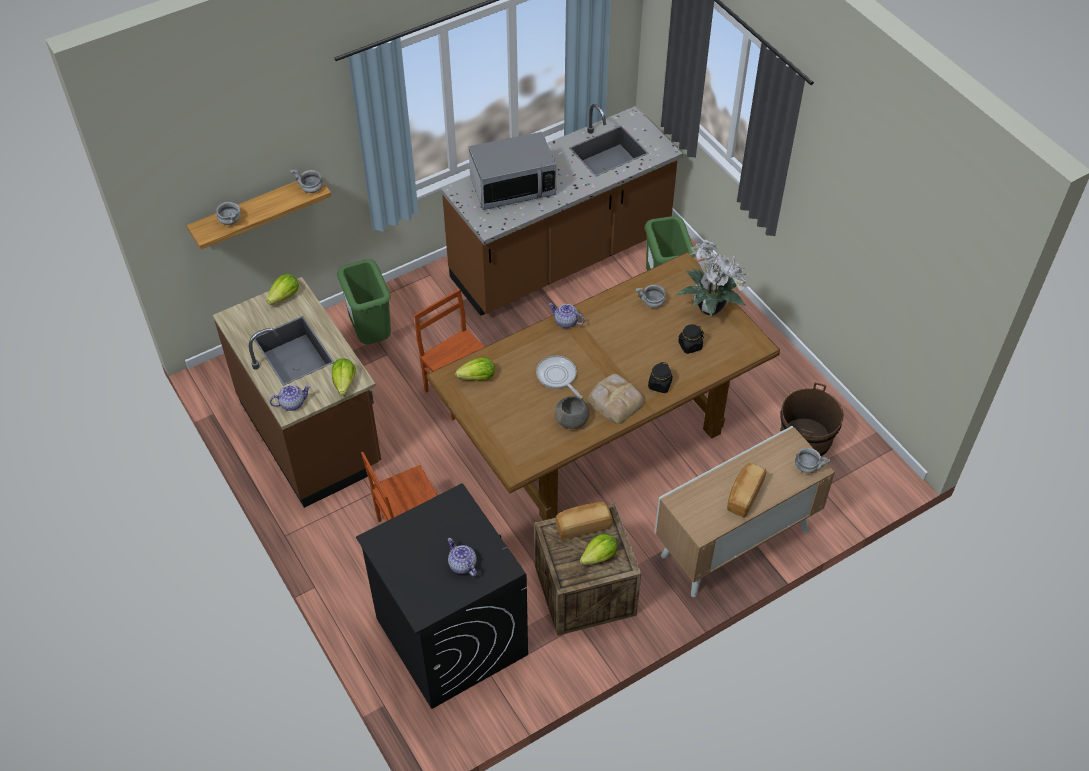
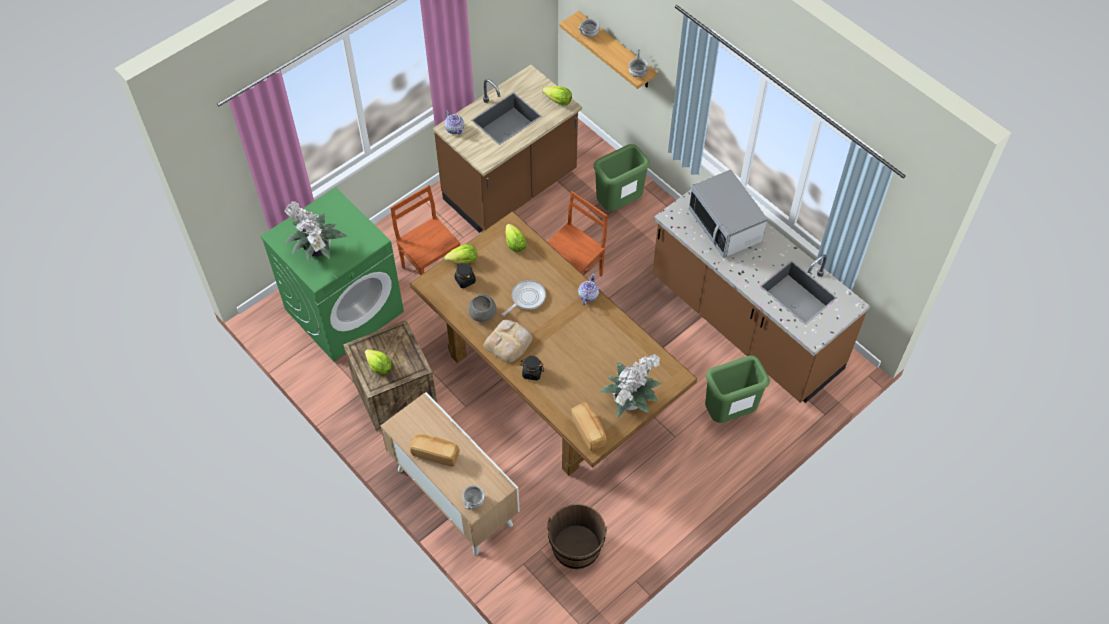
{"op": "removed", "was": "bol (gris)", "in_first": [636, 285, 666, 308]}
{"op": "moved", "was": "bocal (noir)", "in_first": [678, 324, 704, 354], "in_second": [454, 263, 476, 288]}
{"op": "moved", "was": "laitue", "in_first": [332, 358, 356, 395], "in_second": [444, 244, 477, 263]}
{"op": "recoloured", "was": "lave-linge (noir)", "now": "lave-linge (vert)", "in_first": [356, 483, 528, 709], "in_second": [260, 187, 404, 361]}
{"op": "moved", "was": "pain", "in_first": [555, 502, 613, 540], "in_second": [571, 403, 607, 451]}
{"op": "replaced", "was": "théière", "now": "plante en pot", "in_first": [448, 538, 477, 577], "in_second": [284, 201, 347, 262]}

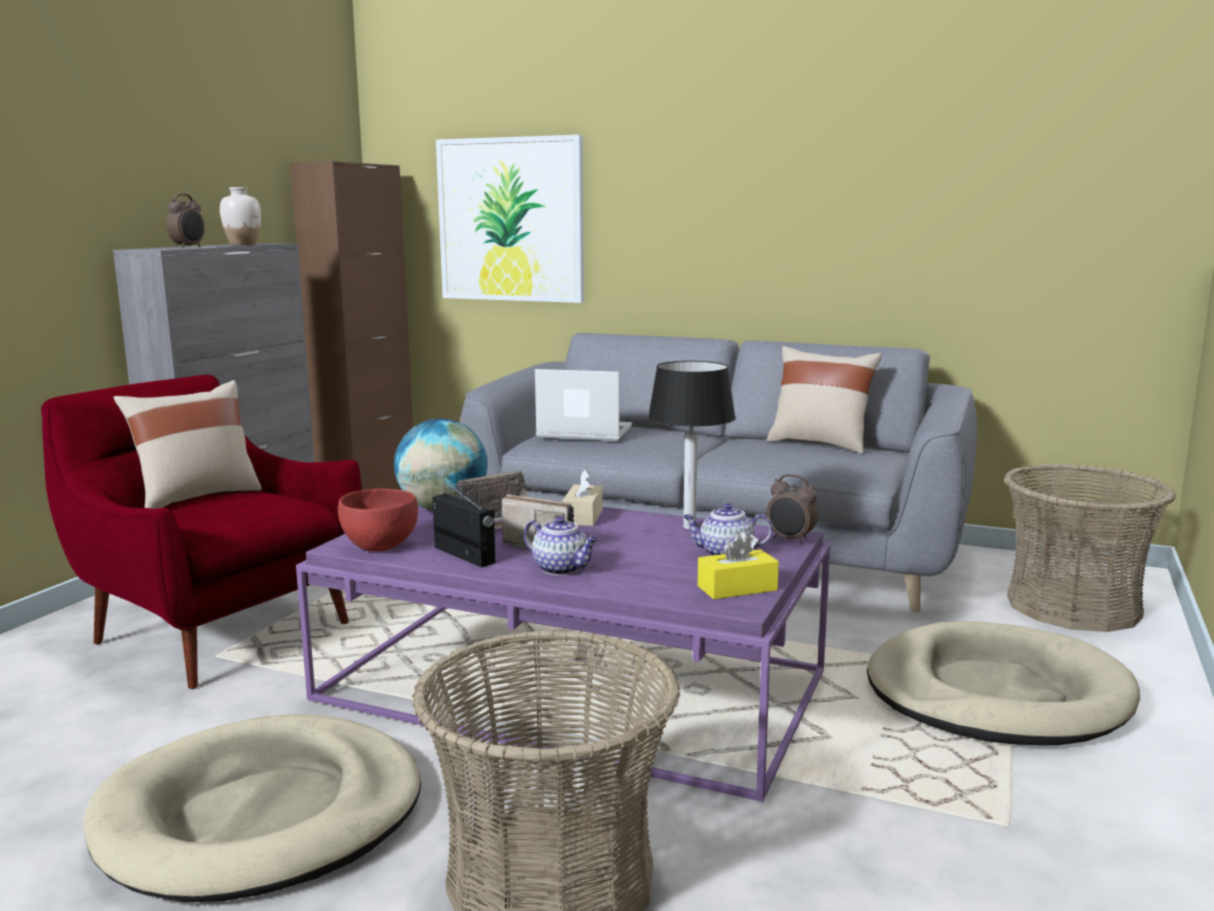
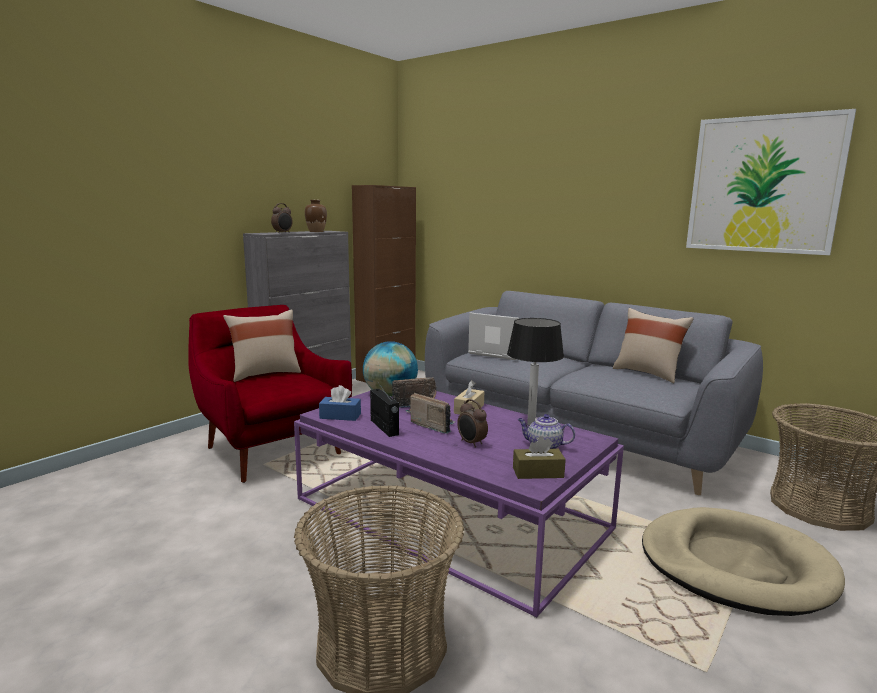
{"op": "moved", "was": "tableau", "in_first": [436, 135, 584, 303], "in_second": [686, 109, 856, 255]}
{"op": "recoloured", "was": "vase (blanc)", "now": "vase (marron)", "in_first": [220, 187, 261, 245], "in_second": [305, 200, 327, 232]}
{"op": "moved", "was": "réveil", "in_first": [766, 474, 818, 545], "in_second": [457, 399, 488, 448]}
{"op": "replaced", "was": "bol (rouge)", "now": "boîte à mouchoirs (bleu)", "in_first": [338, 489, 418, 552], "in_second": [319, 385, 361, 421]}
{"op": "removed", "was": "théière", "in_first": [524, 516, 598, 575]}
{"op": "recoloured", "was": "boîte à mouchoirs (jaune)", "now": "boîte à mouchoirs (marron)", "in_first": [698, 531, 779, 599], "in_second": [513, 436, 566, 479]}
{"op": "removed", "was": "panier pour chien (beige)", "in_first": [83, 714, 421, 902]}

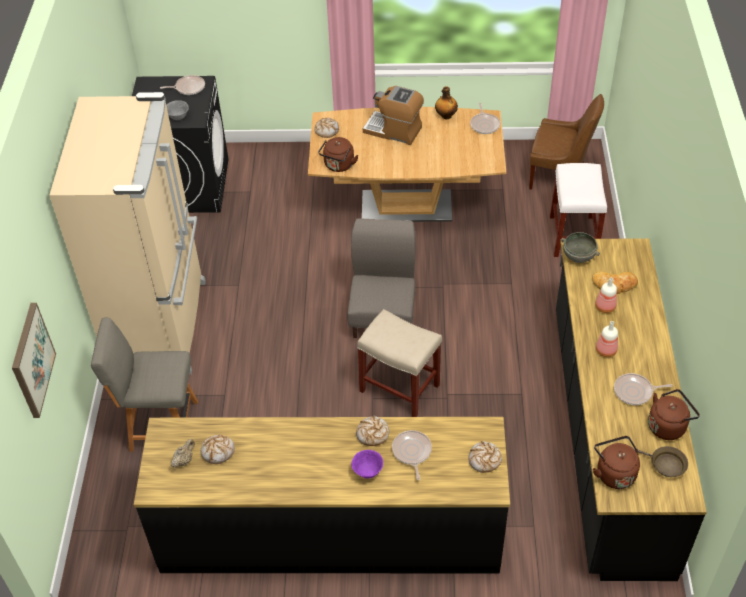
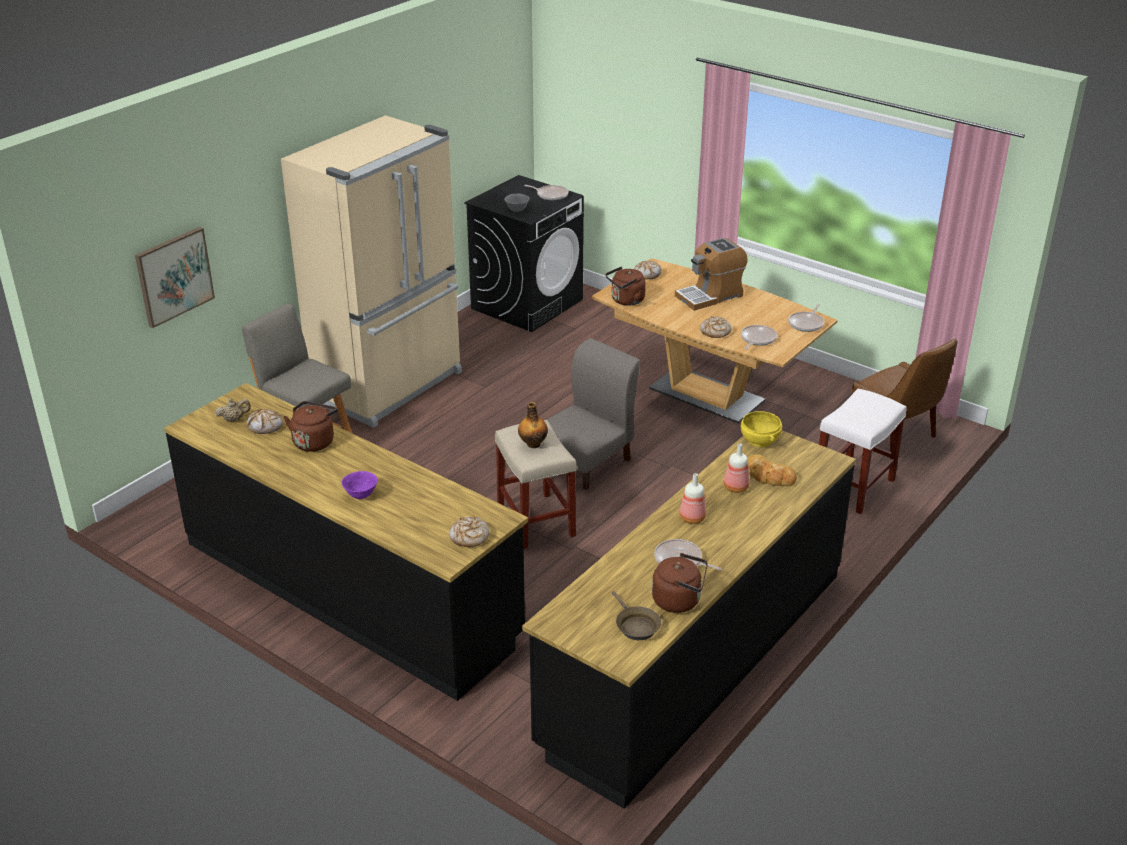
{"op": "turned", "was": "machine à café", "in_first": [363, 86, 424, 145], "in_second": [675, 238, 748, 311], "clockwise": -90}
{"op": "moved", "was": "bouteille", "in_first": [435, 86, 458, 120], "in_second": [518, 402, 548, 448]}
{"op": "recoloured", "was": "bol (gris)", "now": "bol (jaune)", "in_first": [561, 232, 600, 263], "in_second": [741, 411, 782, 447]}
{"op": "moved", "was": "pain", "in_first": [356, 416, 389, 446], "in_second": [700, 316, 731, 338]}
{"op": "moved", "was": "poêle", "in_first": [392, 430, 432, 480], "in_second": [741, 325, 777, 350]}
{"op": "moved", "was": "bouilloire (marron)", "in_first": [593, 436, 640, 489], "in_second": [284, 401, 338, 452]}

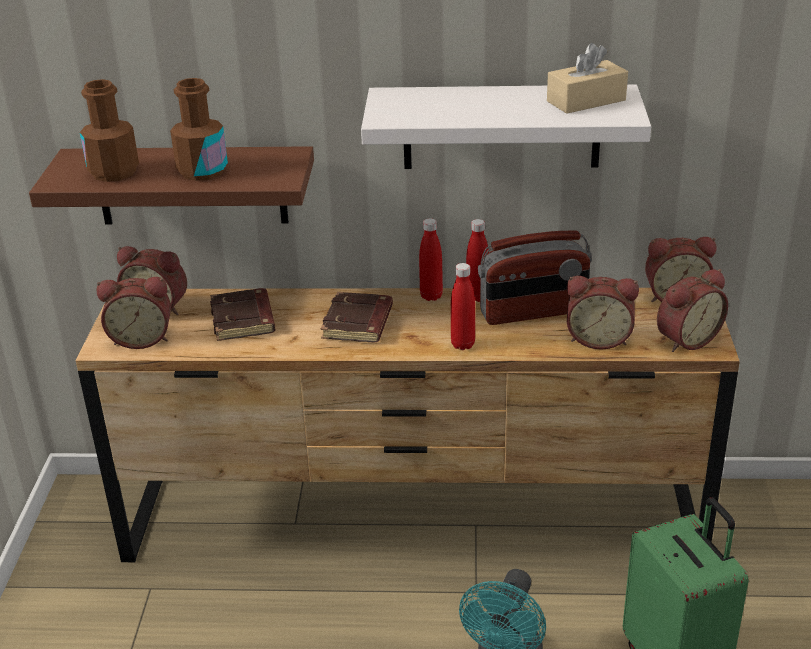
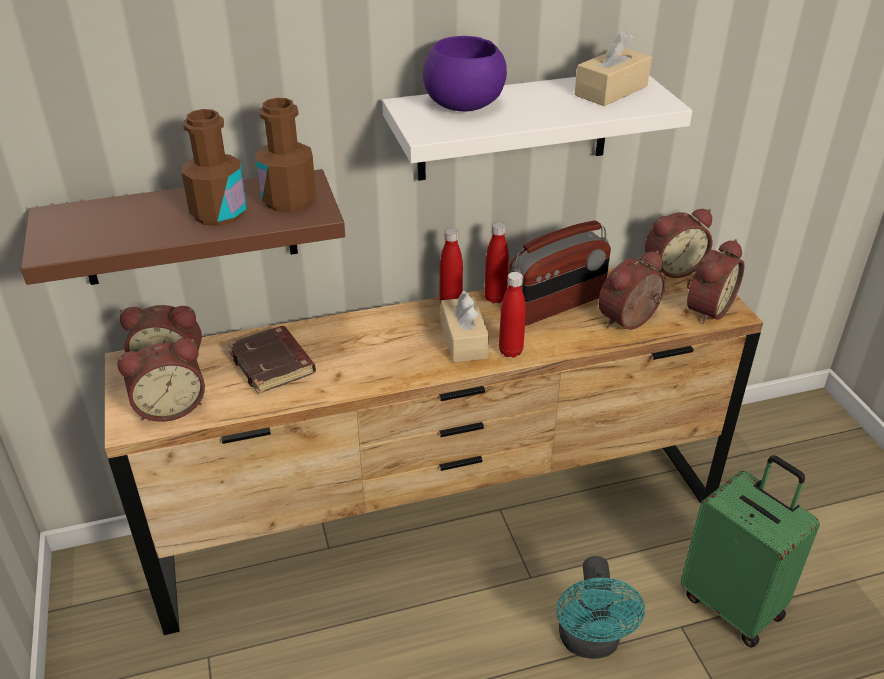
{"op": "moved", "was": "bouteille (marron)", "in_first": [80, 79, 139, 182], "in_second": [255, 98, 316, 212]}
{"op": "turned", "was": "réveil", "in_first": [567, 276, 639, 350], "in_second": [598, 250, 665, 330], "clockwise": 150}
{"op": "removed", "was": "livre (marron)", "in_first": [321, 292, 393, 343]}
{"op": "added", "now": "bol (violet)", "in_second": [423, 36, 507, 112]}
{"op": "added", "now": "boîte à mouchoirs (beige)", "in_second": [441, 291, 489, 363]}

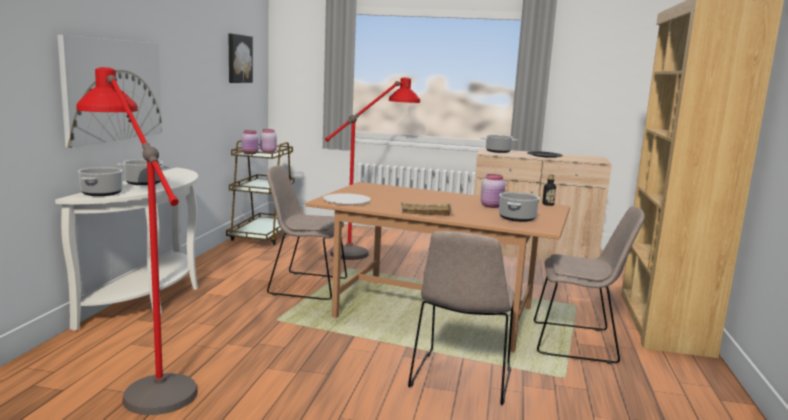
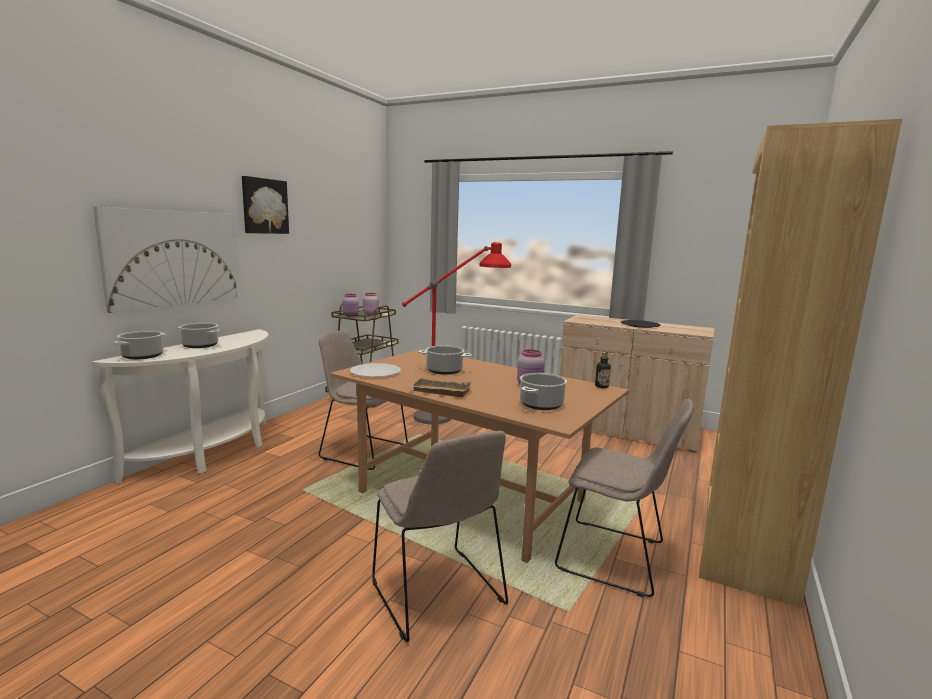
{"op": "moved", "was": "tableau", "in_first": [228, 34, 253, 83], "in_second": [242, 176, 289, 234]}
{"op": "removed", "was": "lampadaire (rouge)", "in_first": [76, 67, 198, 415]}
{"op": "moved", "was": "marmite", "in_first": [481, 135, 518, 153], "in_second": [419, 345, 472, 375]}
{"op": "turned", "was": "chaise (beige)", "in_first": [408, 231, 514, 405], "in_second": [372, 431, 508, 642], "clockwise": -60}

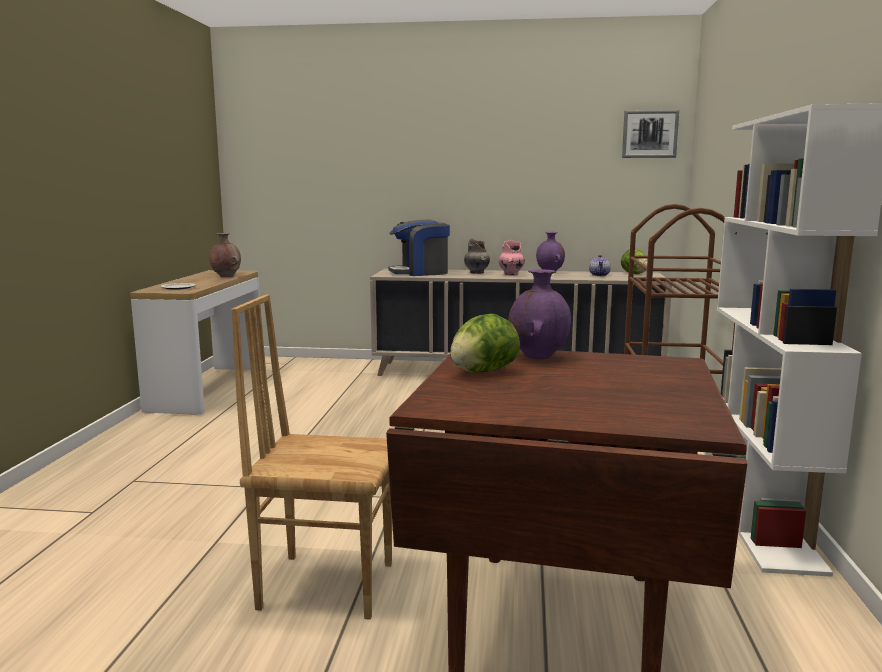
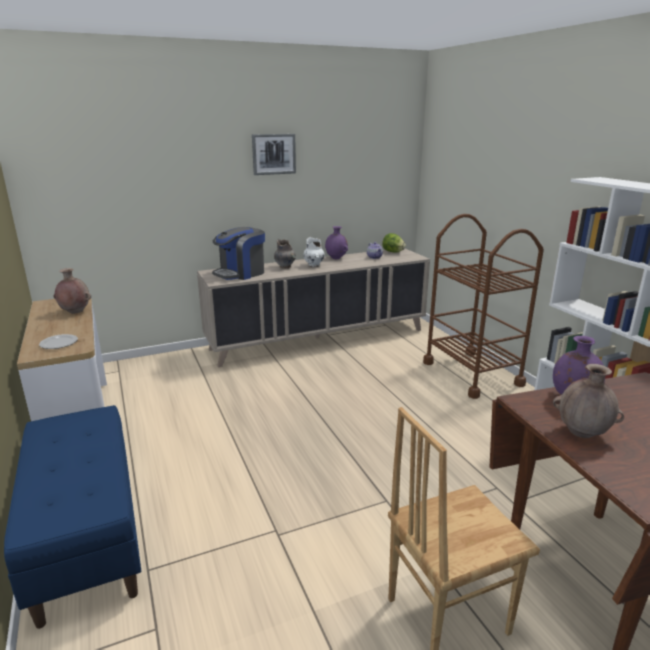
{"op": "moved", "was": "tableau", "in_first": [622, 110, 679, 158], "in_second": [252, 134, 296, 175]}
{"op": "recoloured", "was": "vase (rose)", "now": "vase (blanc)", "in_first": [498, 239, 525, 275], "in_second": [303, 237, 325, 267]}
{"op": "replaced", "was": "laitue", "now": "vase (marron)", "in_first": [450, 314, 520, 373], "in_second": [553, 364, 624, 438]}
{"op": "added", "now": "banc (bleu)", "in_second": [4, 405, 141, 629]}

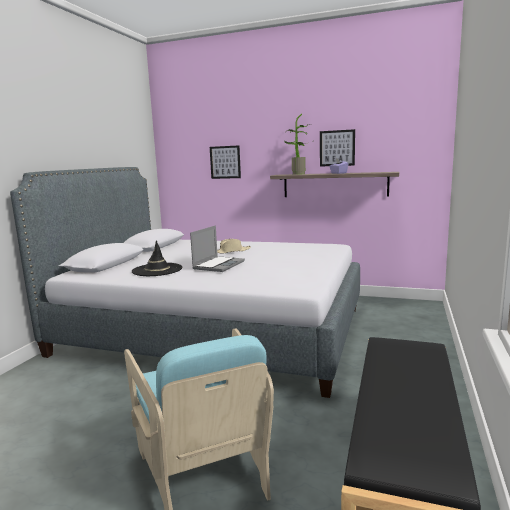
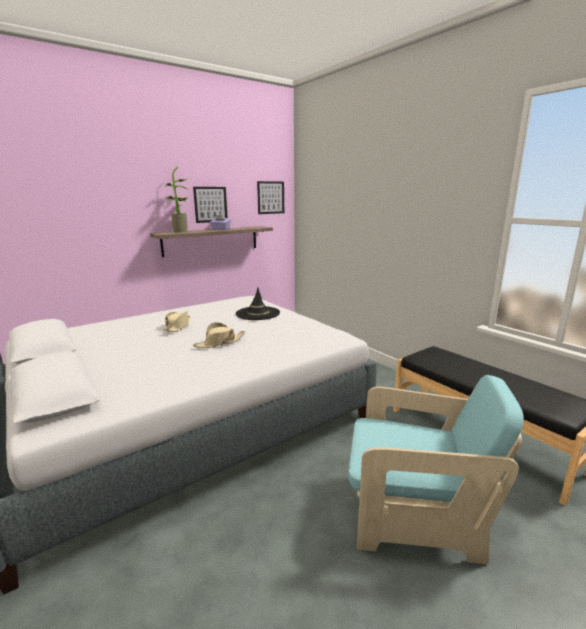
{"op": "moved", "was": "tableau", "in_first": [210, 145, 241, 179], "in_second": [257, 181, 284, 214]}
{"op": "replaced", "was": "ordinateur portable", "now": "chapeau (beige)", "in_first": [190, 225, 245, 272], "in_second": [193, 322, 245, 348]}
{"op": "moved", "was": "chapeau (noir)", "in_first": [132, 240, 182, 276], "in_second": [236, 288, 280, 320]}

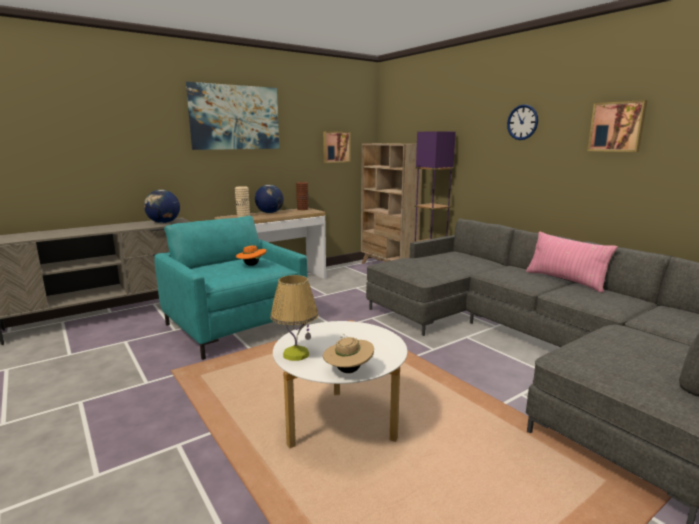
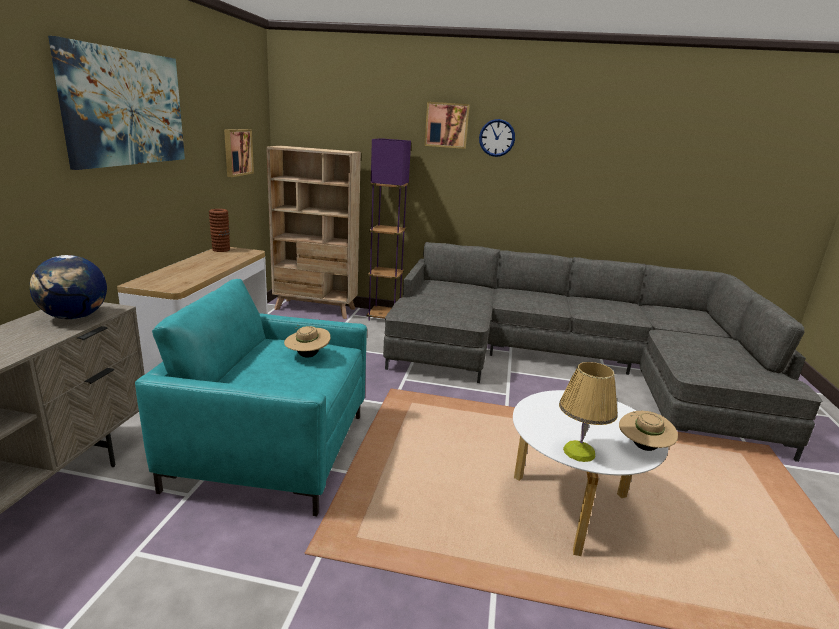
{"op": "moved", "was": "tableau", "in_first": [587, 100, 648, 152], "in_second": [424, 102, 470, 149]}
{"op": "removed", "was": "globe", "in_first": [255, 185, 284, 213]}
{"op": "removed", "was": "vase (beige)", "in_first": [235, 186, 250, 217]}
{"op": "removed", "was": "coussin (rose)", "in_first": [526, 231, 617, 293]}
{"op": "recoloured", "was": "chapeau (orange)", "now": "chapeau (beige)", "in_first": [236, 244, 266, 266], "in_second": [284, 325, 331, 358]}

